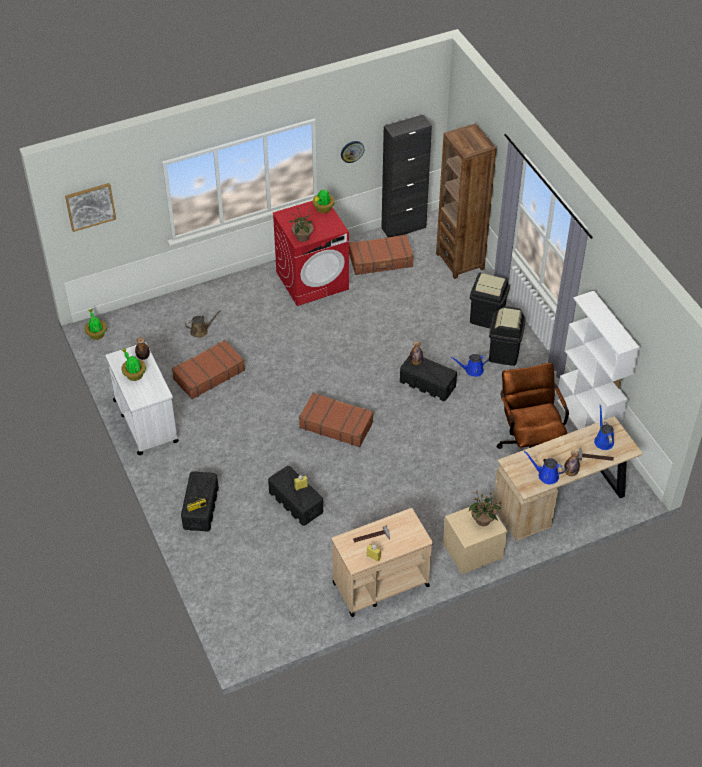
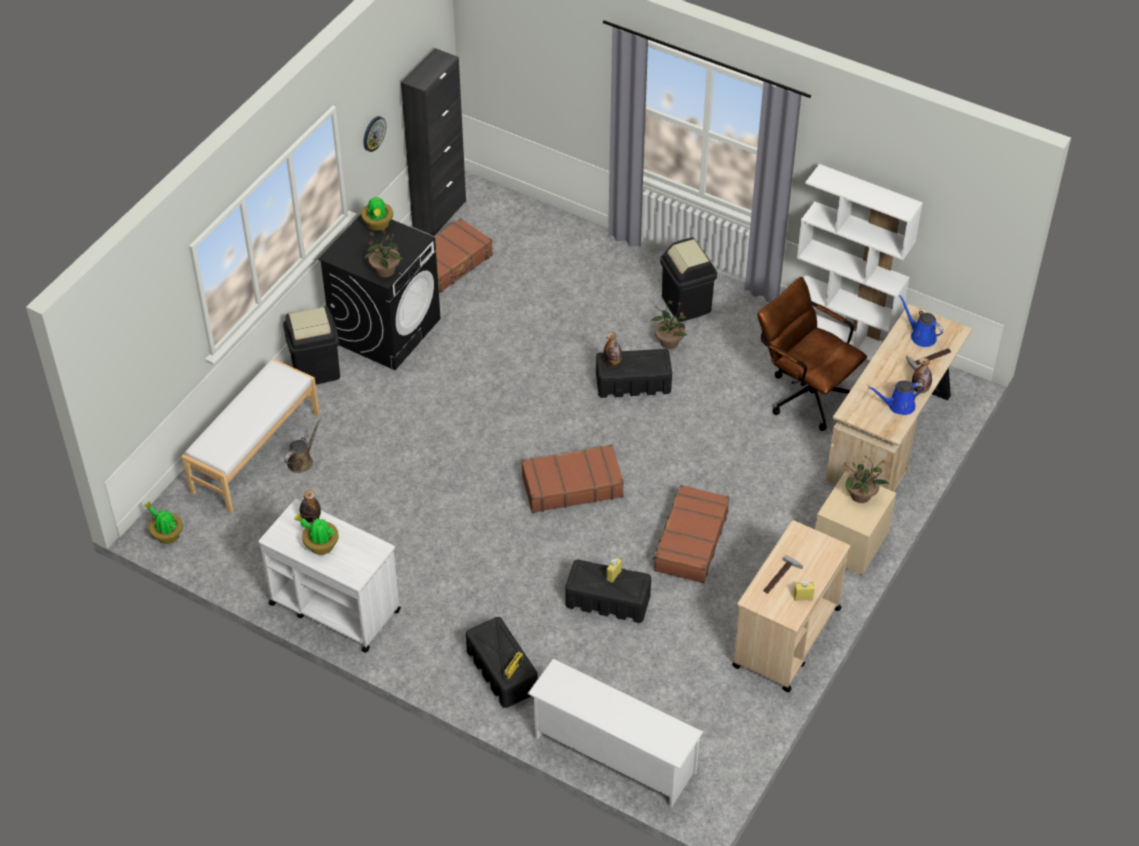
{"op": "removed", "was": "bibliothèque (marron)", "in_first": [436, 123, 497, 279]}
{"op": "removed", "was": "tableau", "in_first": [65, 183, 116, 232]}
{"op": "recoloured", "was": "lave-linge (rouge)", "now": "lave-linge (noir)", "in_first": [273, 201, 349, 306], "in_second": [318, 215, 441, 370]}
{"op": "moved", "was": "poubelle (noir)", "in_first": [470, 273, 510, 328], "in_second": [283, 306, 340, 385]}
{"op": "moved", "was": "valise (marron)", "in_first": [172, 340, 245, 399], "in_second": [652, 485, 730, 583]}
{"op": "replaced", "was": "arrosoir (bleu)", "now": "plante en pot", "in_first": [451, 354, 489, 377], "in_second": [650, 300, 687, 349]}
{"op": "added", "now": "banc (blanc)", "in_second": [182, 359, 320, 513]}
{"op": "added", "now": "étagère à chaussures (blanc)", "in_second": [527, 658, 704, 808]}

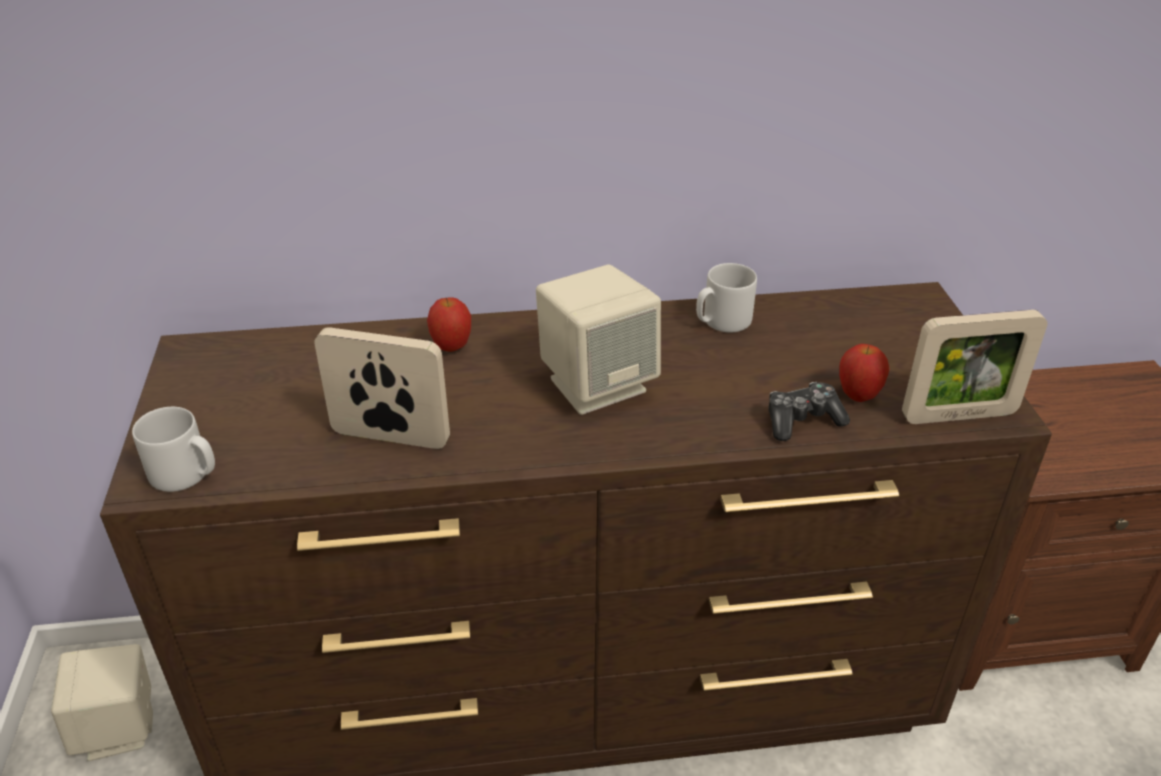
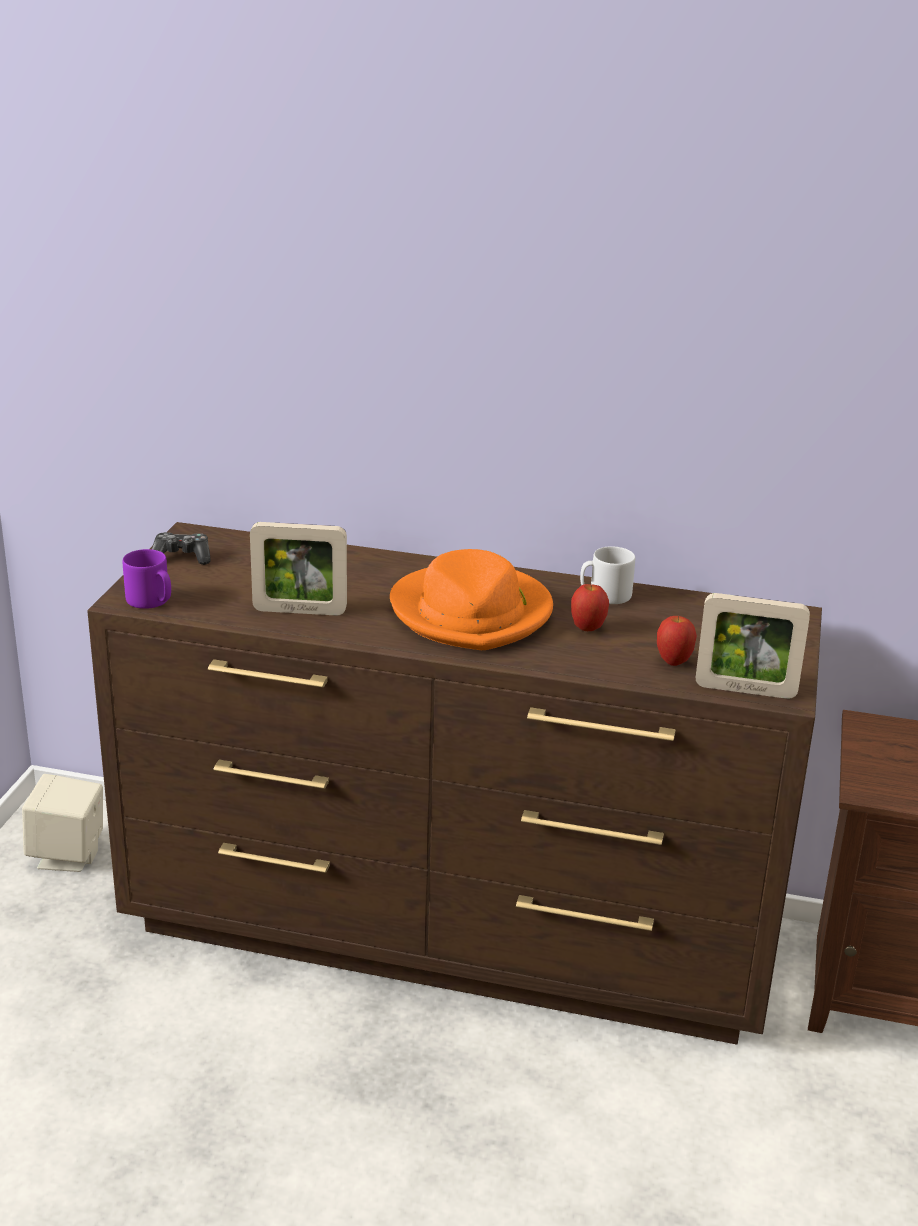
{"op": "replaced", "was": "enceinte (beige)", "now": "chapeau (orange)", "in_first": [536, 264, 661, 415], "in_second": [390, 549, 553, 650]}
{"op": "moved", "was": "pomme", "in_first": [427, 297, 471, 352], "in_second": [571, 584, 609, 631]}
{"op": "turned", "was": "cadre photo", "in_first": [314, 327, 450, 449], "in_second": [250, 522, 347, 616], "clockwise": 150}
{"op": "moved", "was": "manette", "in_first": [769, 382, 850, 441], "in_second": [152, 532, 211, 565]}
{"op": "recoloured", "was": "mug (gris)", "now": "mug (violet)", "in_first": [132, 407, 215, 492], "in_second": [122, 549, 171, 609]}

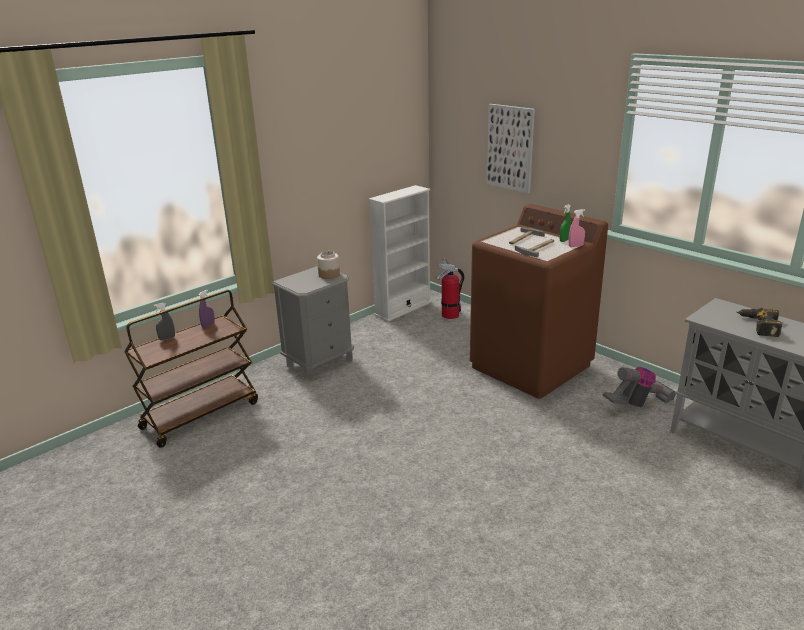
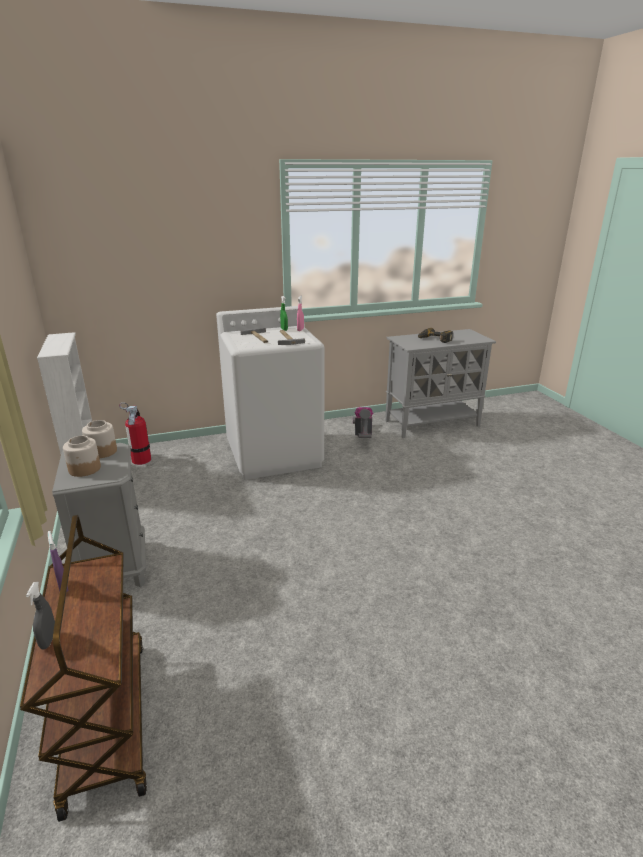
{"op": "removed", "was": "tableau", "in_first": [486, 104, 535, 193]}
{"op": "recoloured", "was": "lave-linge (marron)", "now": "lave-linge (blanc)", "in_first": [470, 204, 608, 399], "in_second": [216, 306, 325, 480]}
{"op": "added", "now": "bocal", "in_second": [63, 436, 101, 477]}

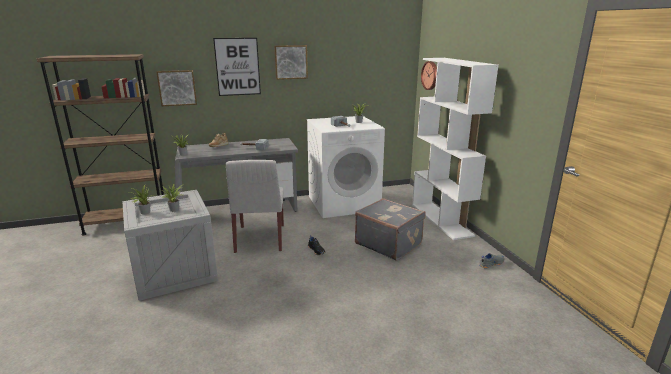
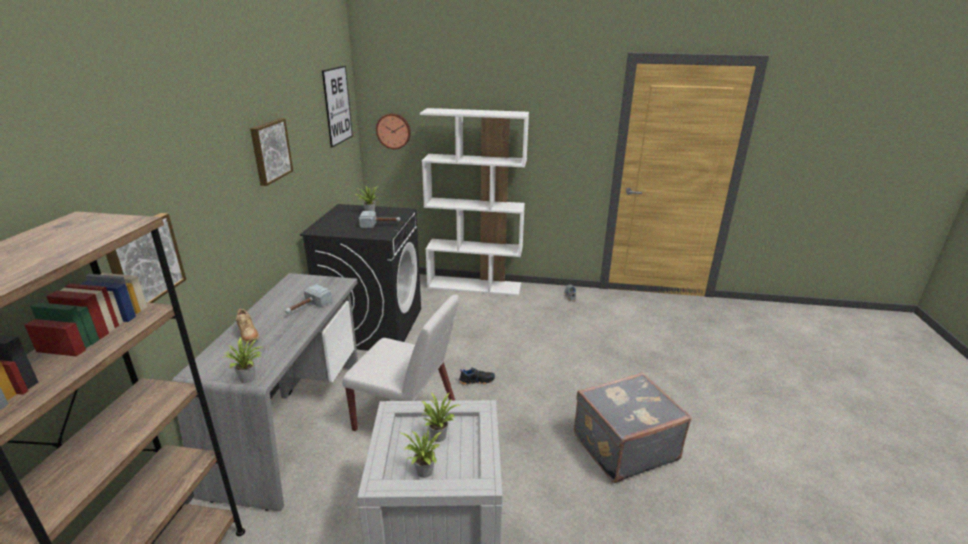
{"op": "moved", "was": "tableau", "in_first": [213, 38, 261, 96], "in_second": [322, 66, 353, 148]}
{"op": "recoloured", "was": "lave-linge (blanc)", "now": "lave-linge (noir)", "in_first": [307, 116, 385, 218], "in_second": [300, 204, 421, 351]}
{"op": "moved", "was": "valise (gris)", "in_first": [355, 198, 426, 261], "in_second": [574, 372, 692, 483]}

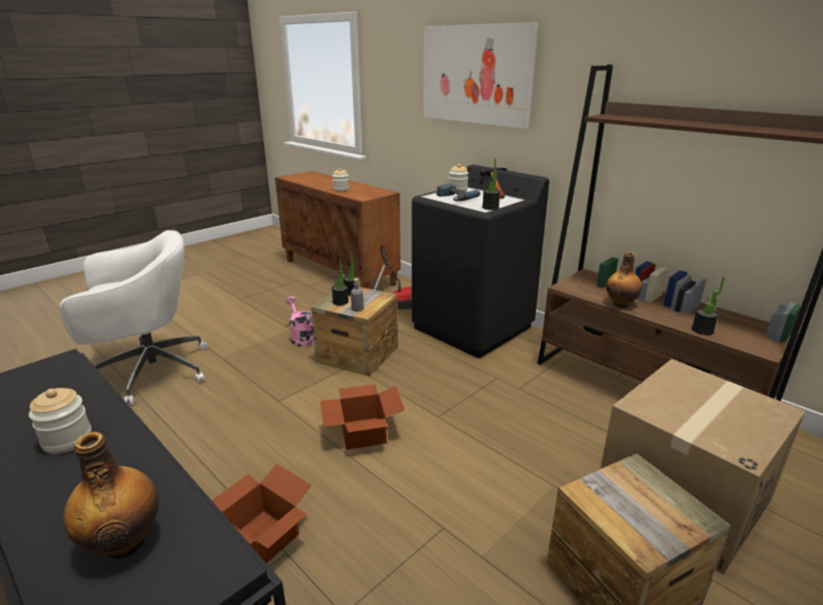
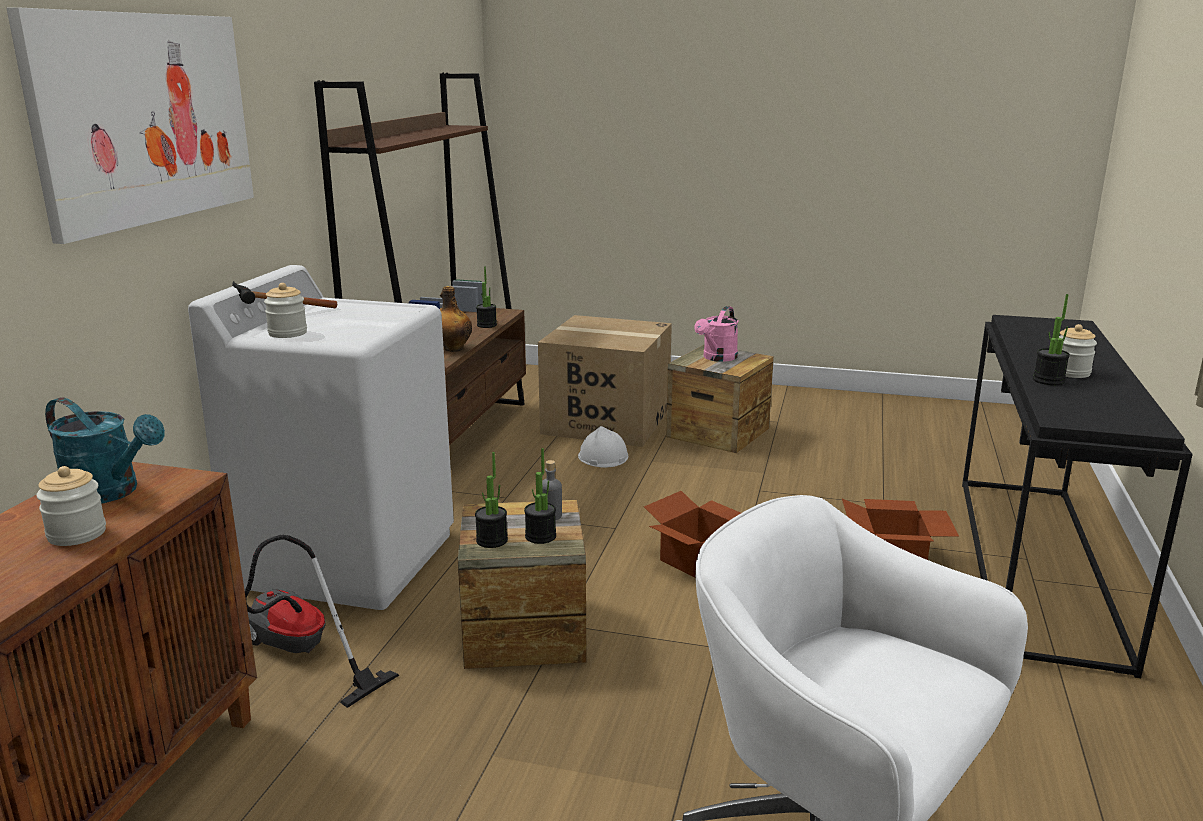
{"op": "moved", "was": "plante en pot", "in_first": [482, 158, 500, 210], "in_second": [1033, 294, 1070, 385]}
{"op": "recoloured", "was": "lave-linge (noir)", "now": "lave-linge (blanc)", "in_first": [412, 165, 549, 358], "in_second": [188, 265, 454, 610]}
{"op": "removed", "was": "perceuse", "in_first": [437, 184, 480, 201]}
{"op": "moved", "was": "arrosoir (rose)", "in_first": [286, 296, 314, 347], "in_second": [694, 306, 738, 362]}
{"op": "removed", "was": "bouteille", "in_first": [63, 432, 159, 559]}
{"op": "added", "now": "arrosoir (turquoise)", "in_second": [45, 397, 165, 504]}
{"op": "added", "now": "casque de chantier (blanc)", "in_second": [578, 426, 628, 468]}

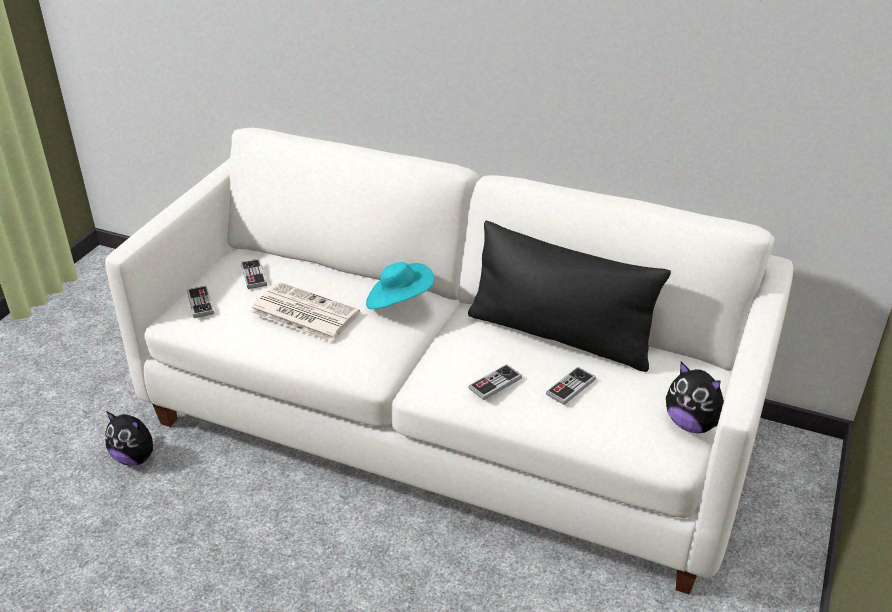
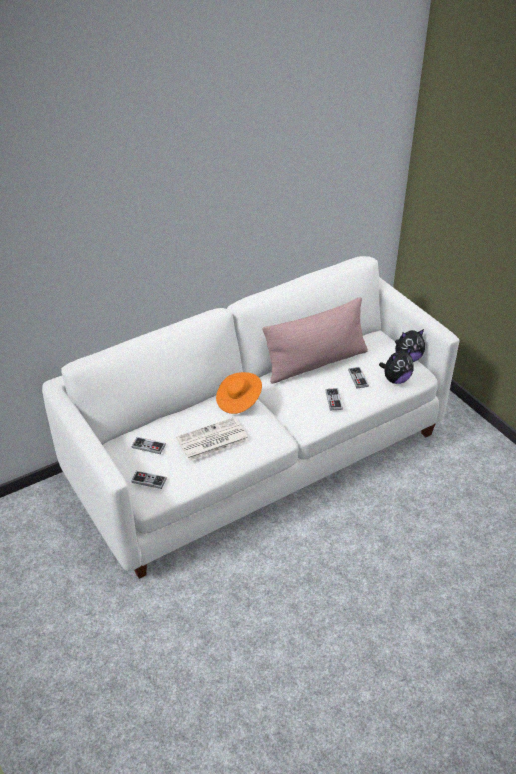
{"op": "recoloured", "was": "coussin (noir)", "now": "coussin (rose)", "in_first": [468, 220, 671, 372], "in_second": [262, 297, 368, 384]}
{"op": "recoloured", "was": "chapeau (turquoise)", "now": "chapeau (orange)", "in_first": [366, 262, 434, 309], "in_second": [216, 372, 262, 414]}
{"op": "moved", "was": "peluche", "in_first": [105, 411, 162, 466], "in_second": [379, 348, 414, 384]}

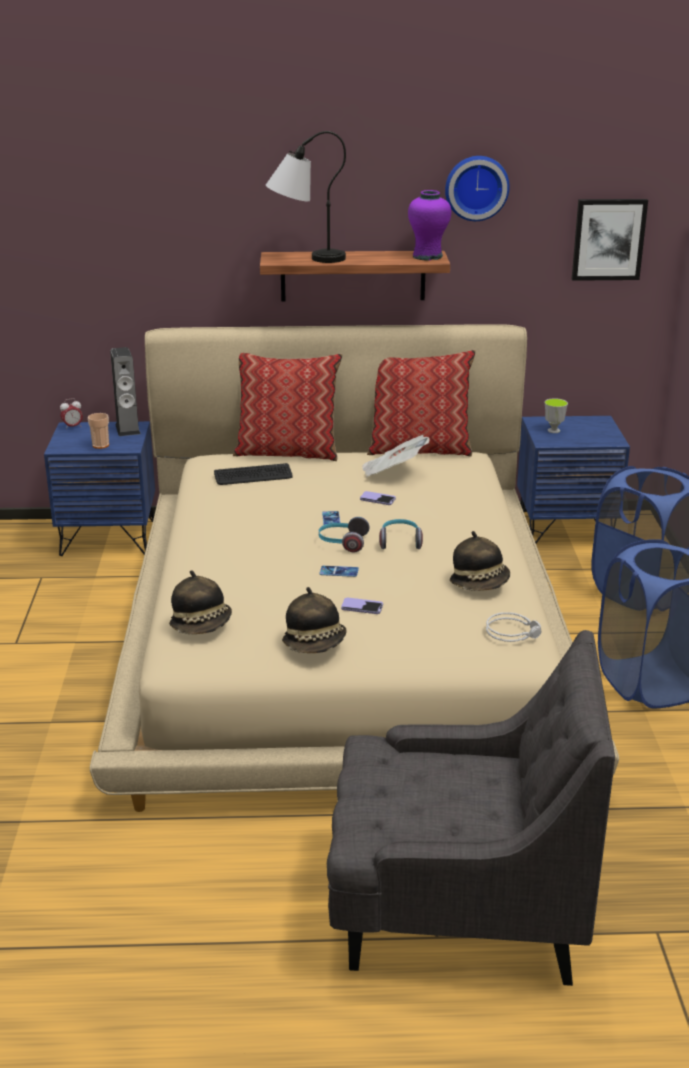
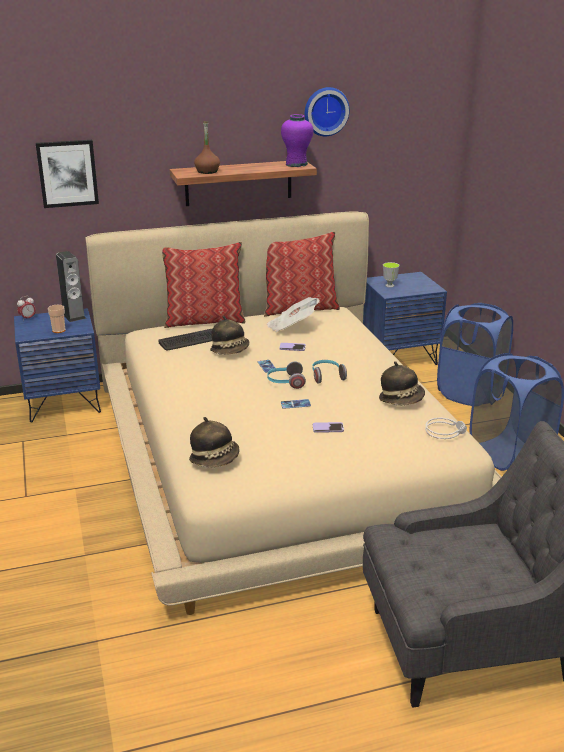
{"op": "replaced", "was": "lampe de table", "now": "bouteille (marron)", "in_first": [266, 131, 346, 263], "in_second": [194, 121, 220, 174]}
{"op": "moved", "was": "tableau", "in_first": [572, 199, 648, 281], "in_second": [35, 140, 99, 208]}
{"op": "moved", "was": "chapeau", "in_first": [282, 587, 346, 653], "in_second": [210, 316, 250, 355]}

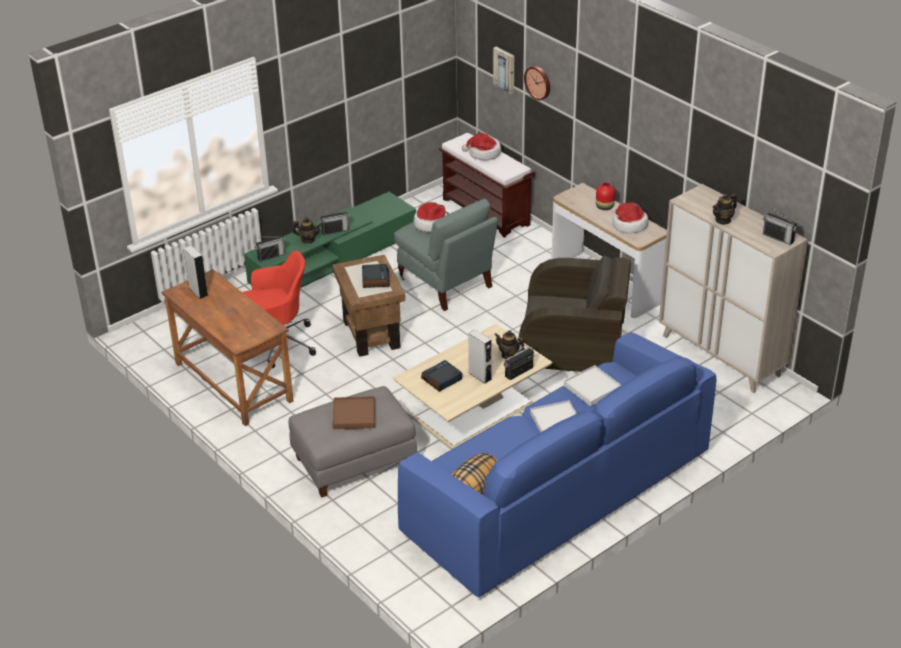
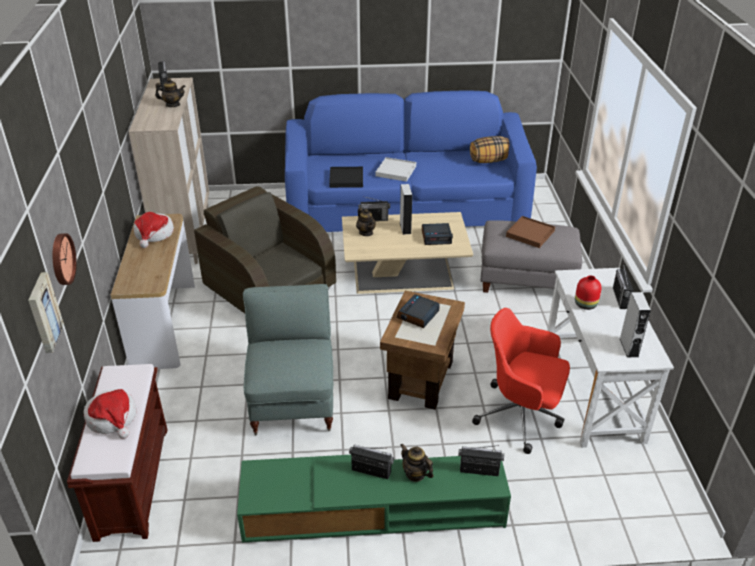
{"op": "moved", "was": "vase (rouge)", "in_first": [596, 182, 615, 210], "in_second": [575, 275, 602, 310]}
{"op": "removed", "was": "chapeau", "in_first": [414, 202, 447, 232]}
{"op": "recoloured", "was": "bureau (marron)", "now": "bureau (blanc)", "in_first": [162, 269, 294, 426], "in_second": [547, 268, 674, 448]}
{"op": "recoloured", "was": "plateau (blanc)", "now": "plateau (noir)", "in_first": [564, 365, 621, 406], "in_second": [329, 167, 363, 188]}
{"op": "added", "now": "radio", "in_second": [613, 263, 633, 309]}

